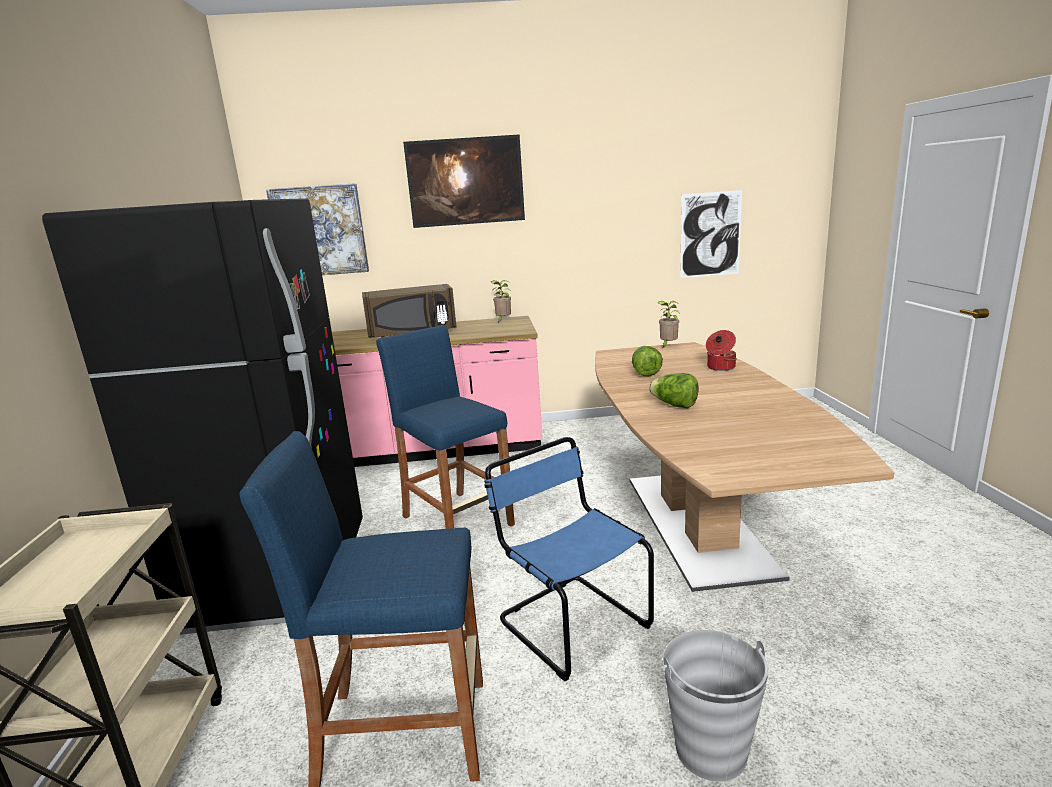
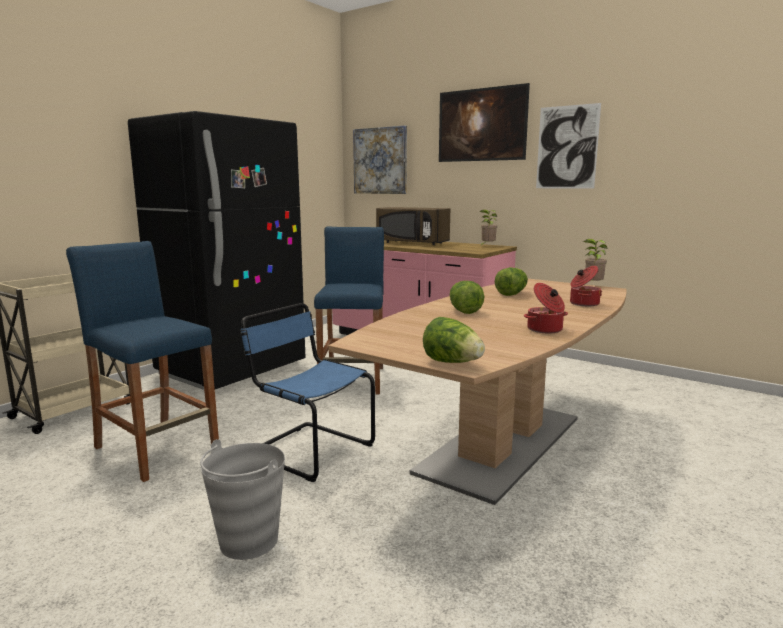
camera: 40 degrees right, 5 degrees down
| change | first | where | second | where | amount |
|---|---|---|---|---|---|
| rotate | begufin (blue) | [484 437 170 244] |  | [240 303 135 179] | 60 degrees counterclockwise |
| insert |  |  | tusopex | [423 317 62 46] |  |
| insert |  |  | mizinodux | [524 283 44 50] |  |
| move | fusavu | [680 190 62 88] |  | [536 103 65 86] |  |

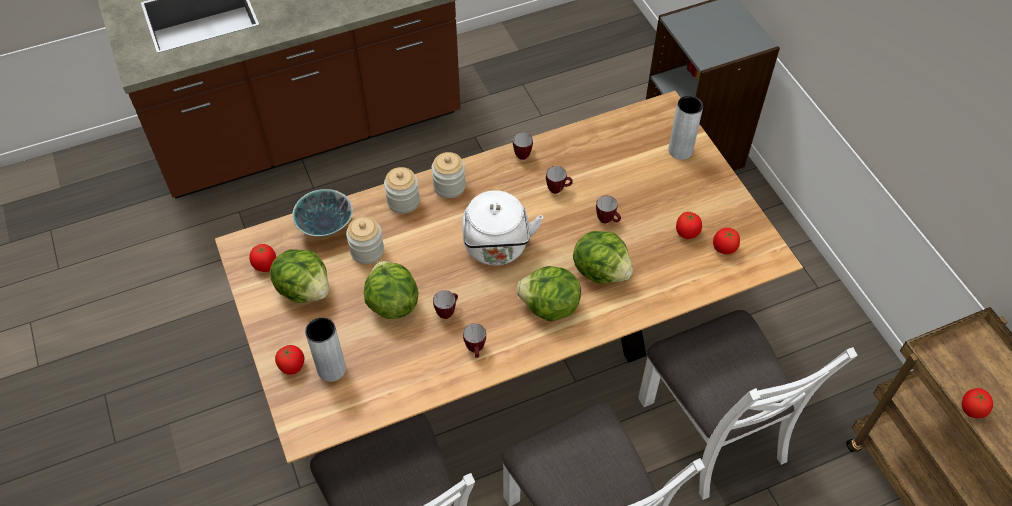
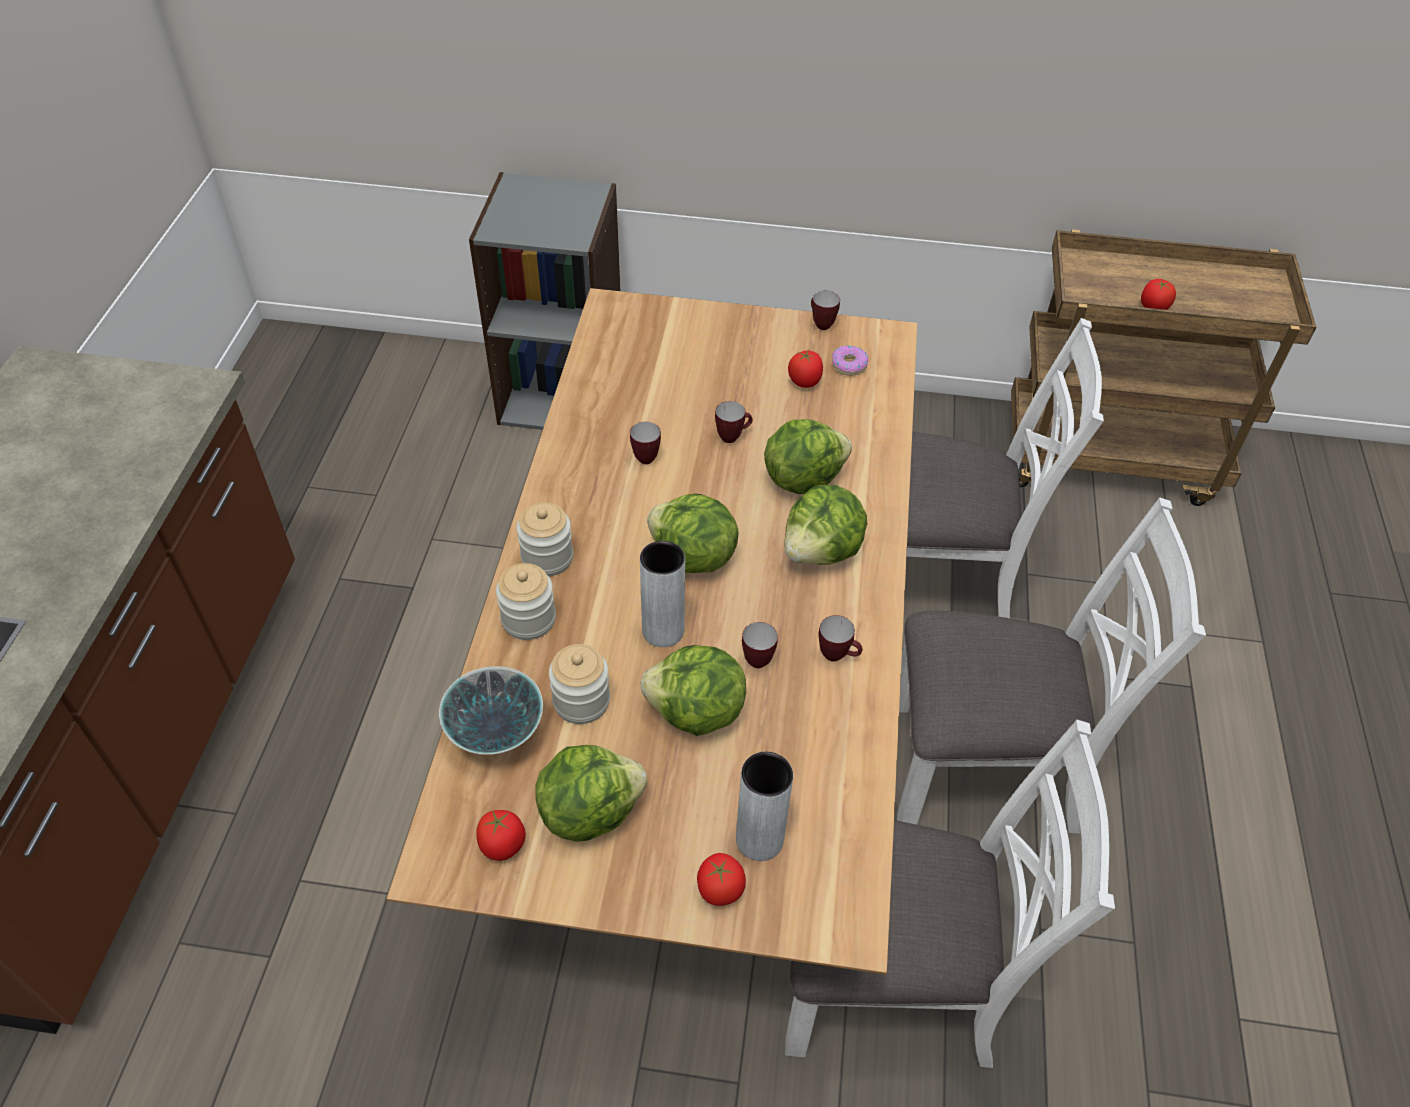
camera: 60 degrees left, 5 degrees down
| change | first | where | second | where | amount |
|---|---|---|---|---|---|
| move | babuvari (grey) | [668 96 35 64] |  | [640 541 45 106] |  |
| replace | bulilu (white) | [462 190 81 76] | tusopex | [647 493 92 80] |  |
| move | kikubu | [513 132 20 28] |  | [811 291 29 39] |  |
| replace | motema | [713 228 27 26] | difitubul | [832 346 37 30] |  |

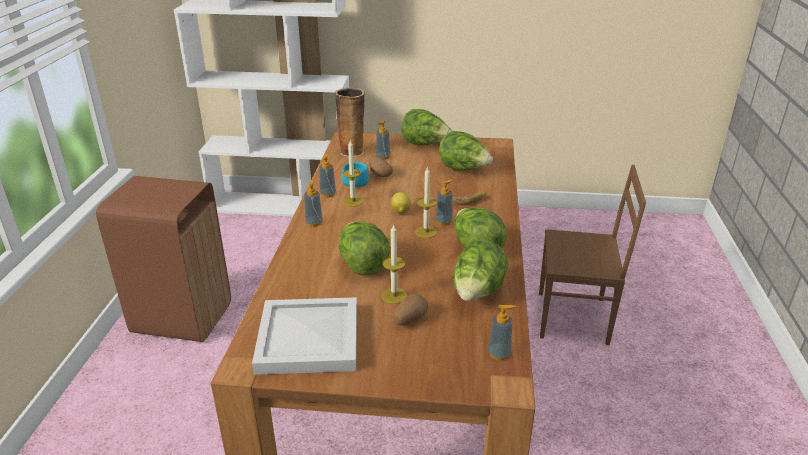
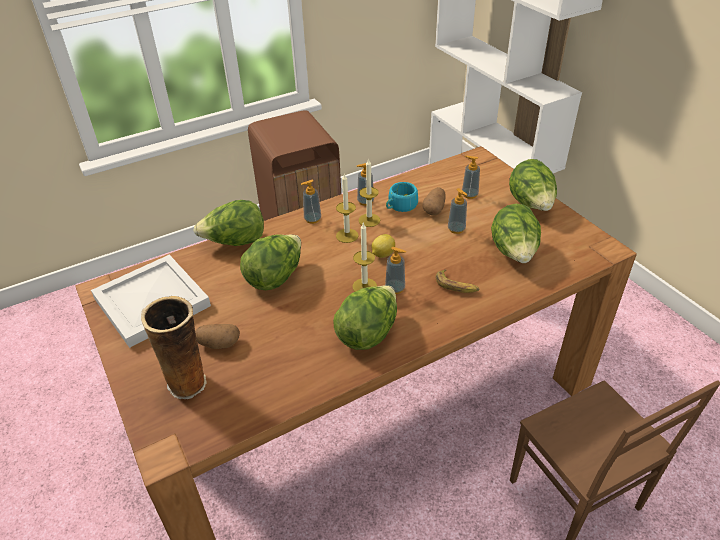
camera: 55 degrees right, 10 degrees up
| change | first | where | second | where | amount |
|---|---|---|---|---|---|
| move | babuvari | [335 88 30 69] |  | [141 296 65 103] |  |
| move | tusopex | [453 240 56 61] |  | [194 200 70 46] |  |
| move | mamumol | [381 224 26 80] |  | [336 173 23 70] |  |
| move | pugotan | [488 305 28 55] |  | [448 188 19 46] |  |

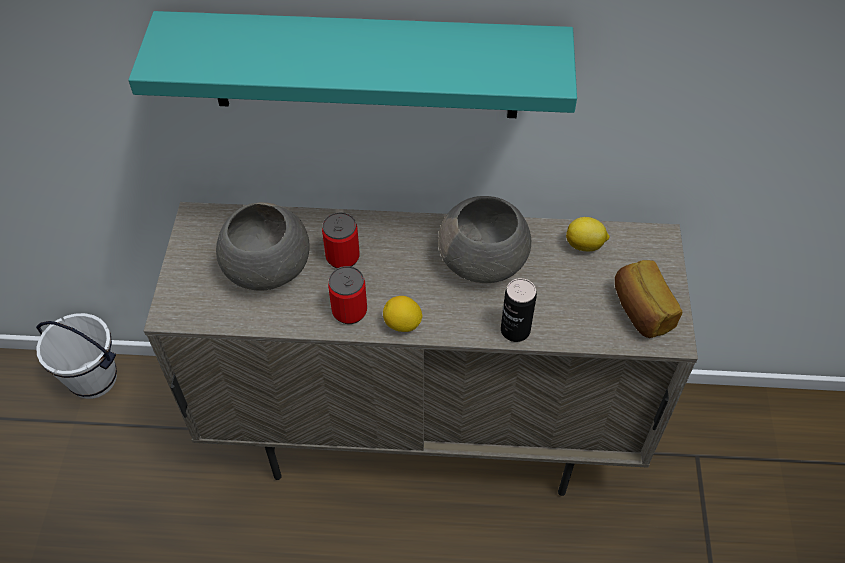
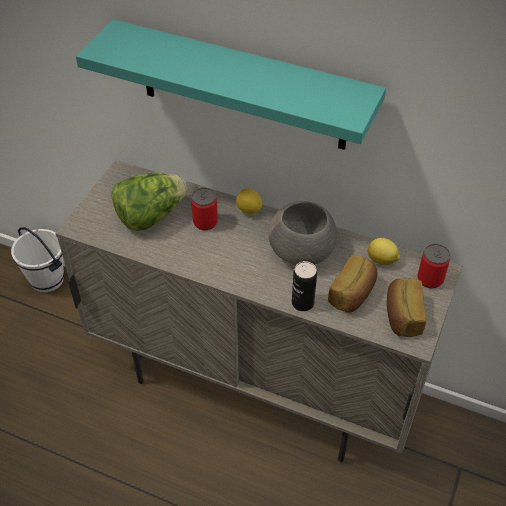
camera: 20 degrees right, 5 degrees down
| change | first | where | second | where | amount |
|---|---|---|---|---|---|
| replace | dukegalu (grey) | [216 202 94 89] | tusopex | [111 173 76 58] |  |
| move | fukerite | [383 296 39 36] |  | [236 189 26 25] |  |
| insert |  |  | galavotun | [328 255 50 58] |  |
| move | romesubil | [328 266 39 58] |  | [417 244 33 45] |  |

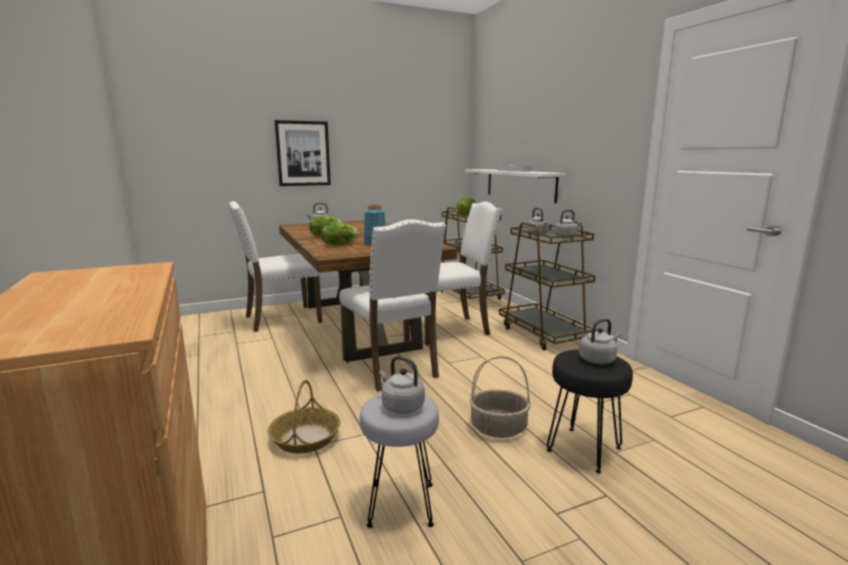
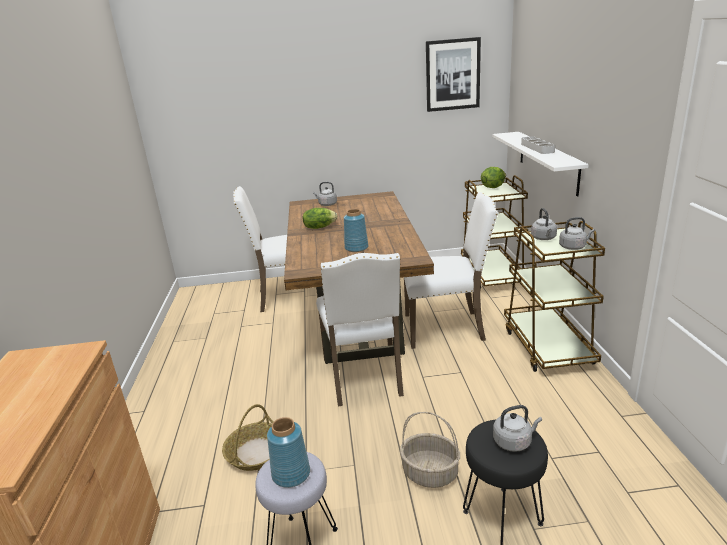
camera: 20 degrees right, 10 degrees up
| change | first | where | second | where | amount |
|---|---|---|---|---|---|
| replace | bulilu (grey) | [379 356 46 58] | babuvari (blue) | [267 417 43 71] |  |
| move | fusavu | [275 120 56 66] |  | [426 37 55 75] |  |
| delete | tusopex | [321 223 38 22] |  |  |  |

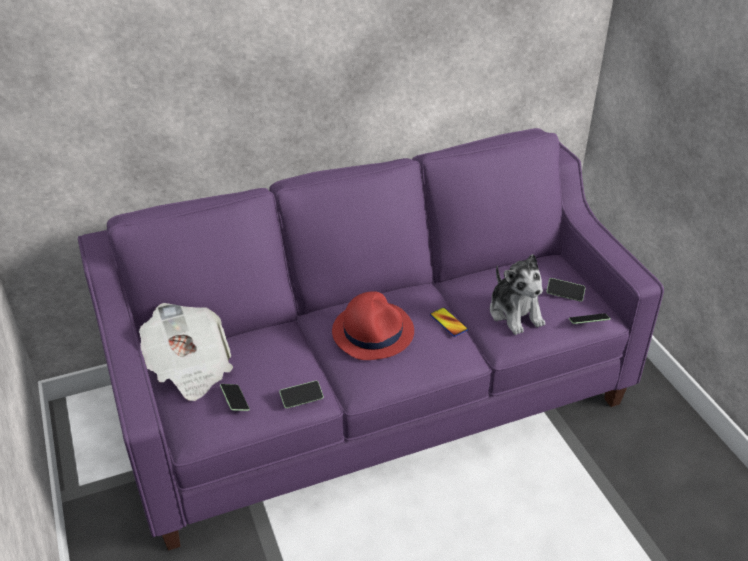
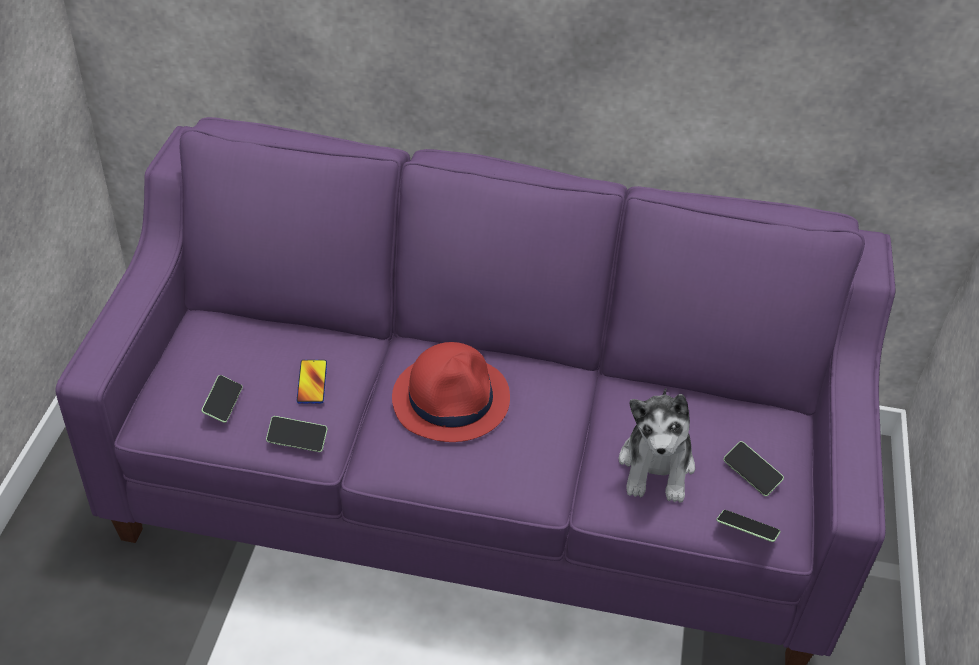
camera: 30 degrees right, 5 degrees up
| change | first | where | second | where | amount |
|---|---|---|---|---|---|
| move | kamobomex | [430 307 38 30] |  | [296 360 31 44] |  |
| delete | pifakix | [139 303 94 98] |  |  |  |

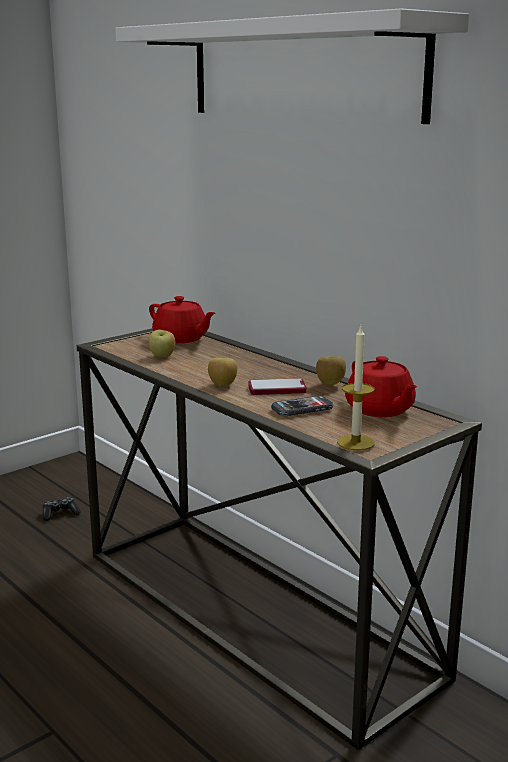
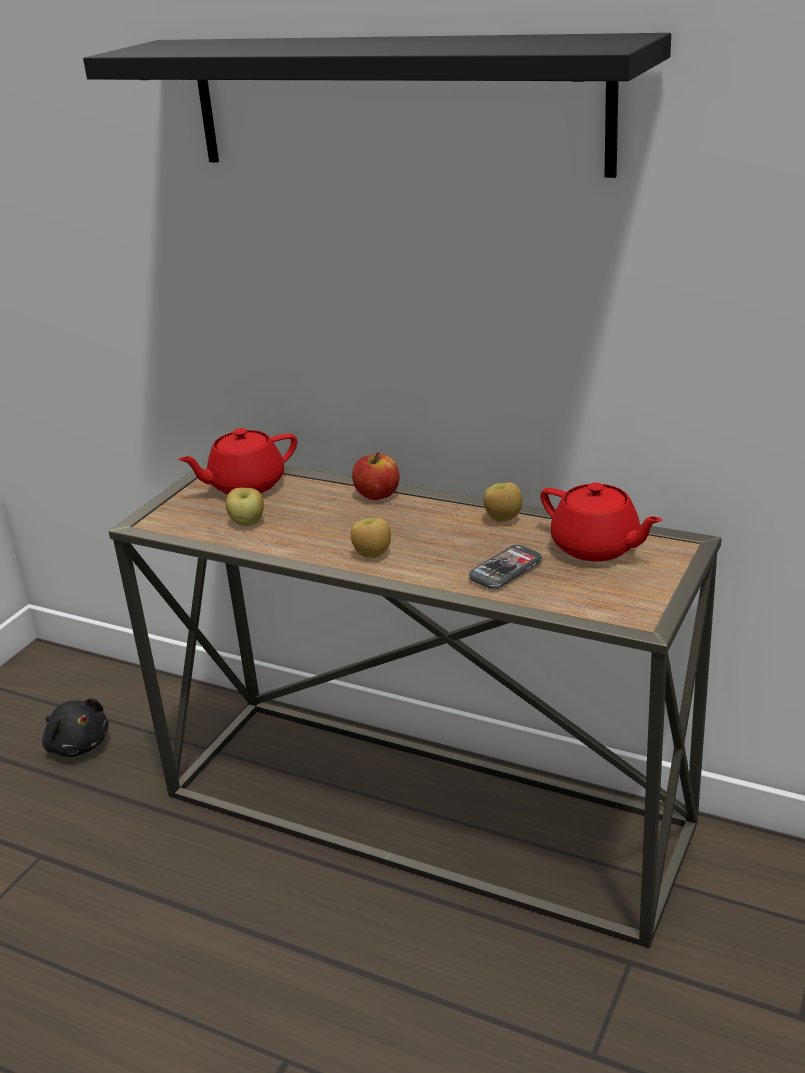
camera: 20 degrees left, 10 degrees up
| change | first | where | second | where | amount |
|---|---|---|---|---|---|
| replace | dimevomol | [43 497 38 24] | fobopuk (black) | [42 698 67 59] |  |
| recolor | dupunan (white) | [115 9 354 115] | dupunan (black) | [83 33 588 145] |  |
| rotate | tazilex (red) | [149 296 67 47] |  | [178 428 119 67] | 135 degrees clockwise |
| insert |  |  | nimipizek | [352 452 48 48] |  |
| delete | kamobomex | [249 378 58 17] |  |  |  |
| delete | mamumol | [337 324 38 126] |  |  |  |

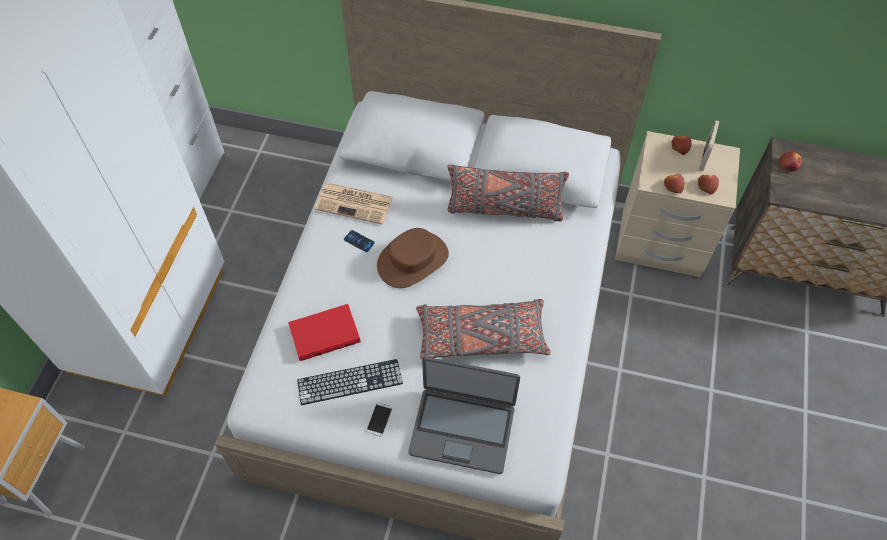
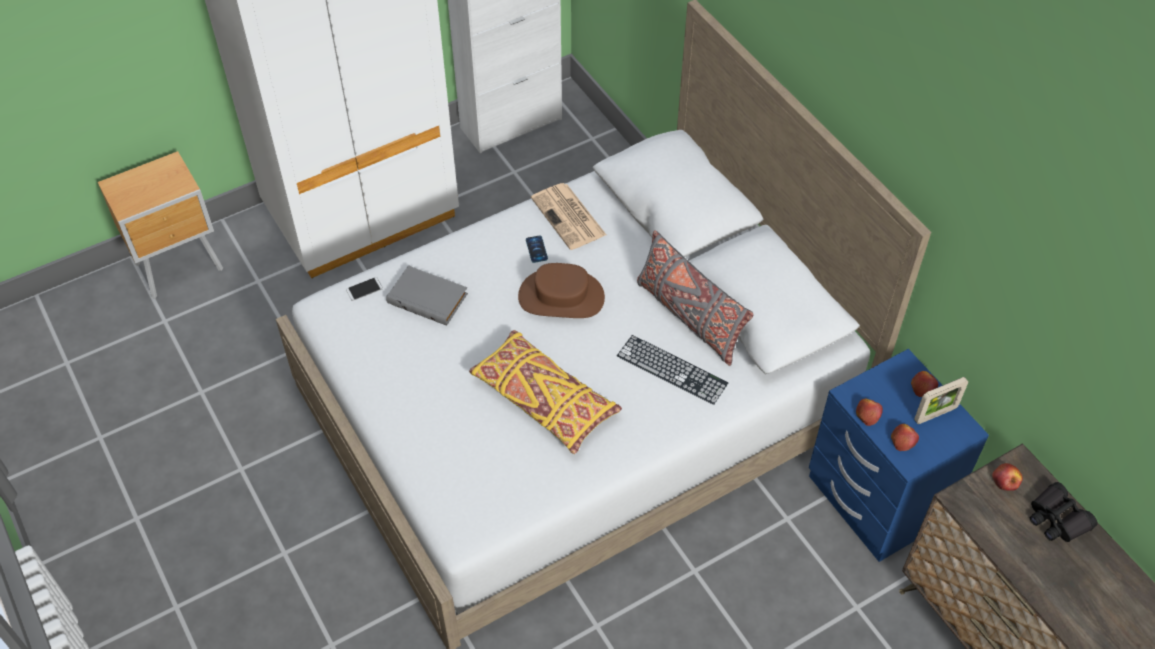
camera: 45 degrees right, 5 degrees down
| change | first | where | second | where | amount |
|---|---|---|---|---|---|
| move | kamobomex | [366 402 26 35] |  | [346 277 37 24] |  |
| recolor | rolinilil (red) | [288 304 73 57] | rolinilil (grey) | [386 265 82 61] |  |
| recolor | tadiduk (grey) | [416 299 135 60] | tadiduk (yellow) | [469 330 153 124] |  |
| move | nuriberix | [297 359 106 46] |  | [617 335 111 70] |  |
| recolor | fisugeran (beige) | [615 131 125 146] | fisugeran (blue) | [809 349 180 213] |  |
| insert |  |  | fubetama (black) | [1030 482 68 60] |  |
| delete | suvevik | [408 357 112 117] |  |  |  |

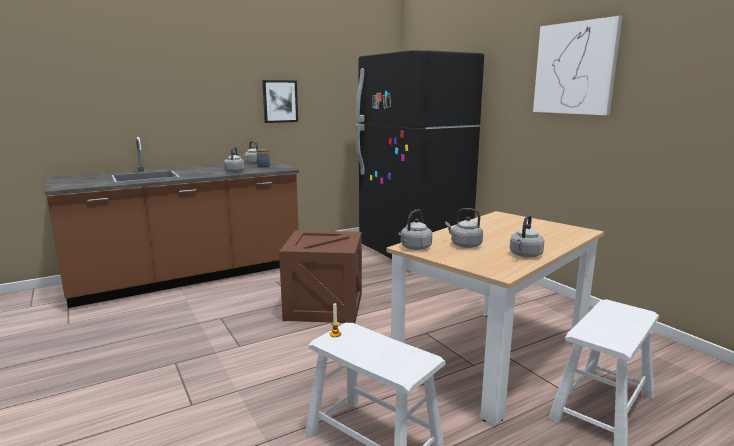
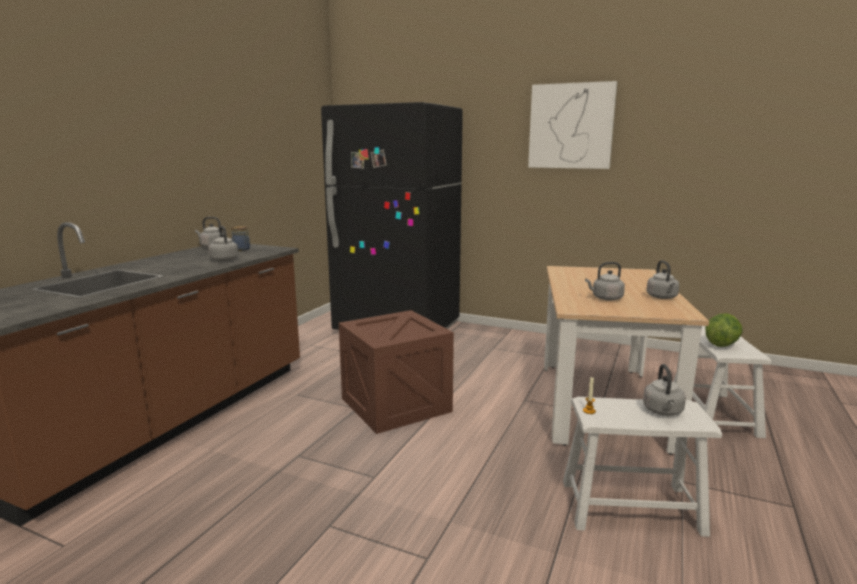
camera: 35 degrees left, 0 degrees up
| change | first | where | second | where | amount |
|---|---|---|---|---|---|
| move | bulilu (grey) | [398 209 34 41] |  | [643 364 43 52] |  |
| insert |  |  | tusopex | [705 313 38 34] |  |
| delete | fusavu | [262 80 36 43] |  |  |  |

